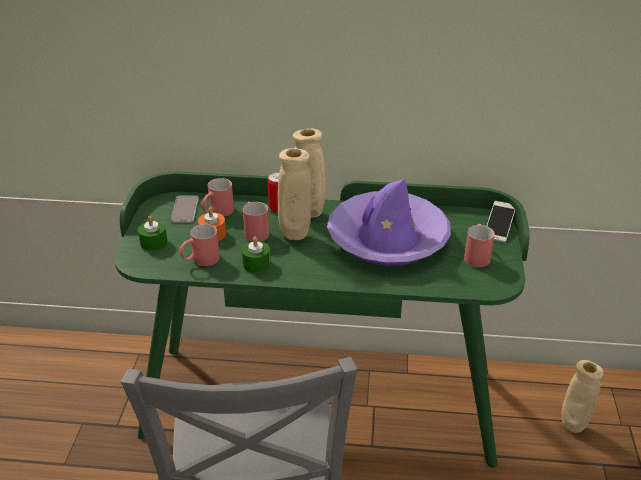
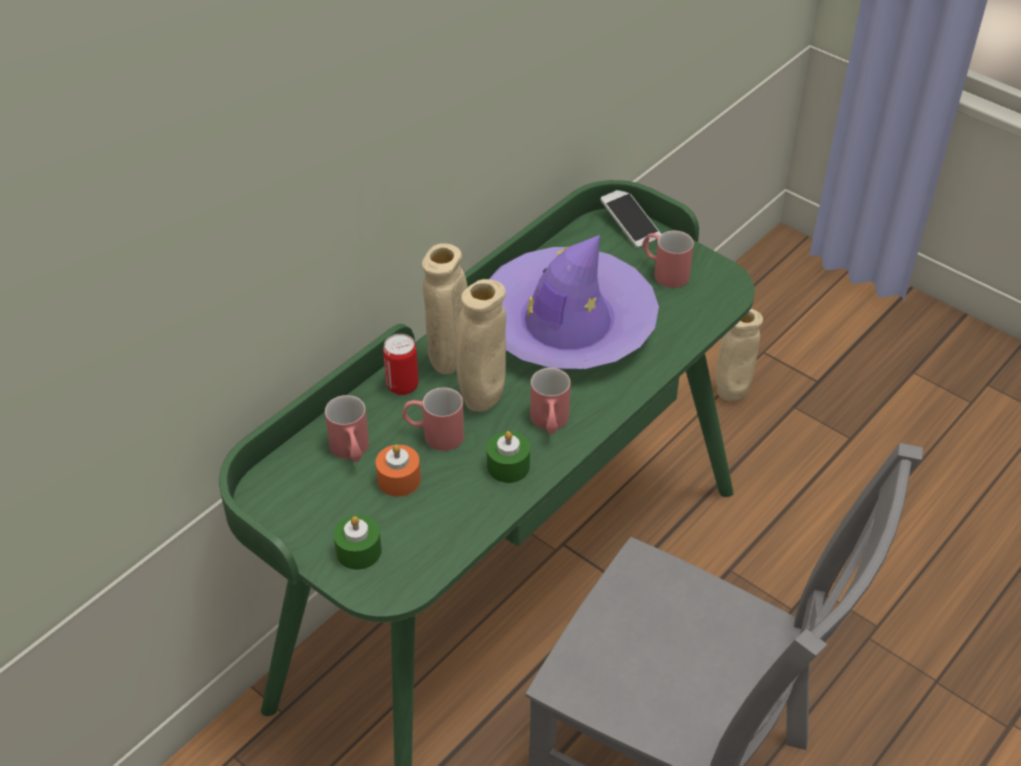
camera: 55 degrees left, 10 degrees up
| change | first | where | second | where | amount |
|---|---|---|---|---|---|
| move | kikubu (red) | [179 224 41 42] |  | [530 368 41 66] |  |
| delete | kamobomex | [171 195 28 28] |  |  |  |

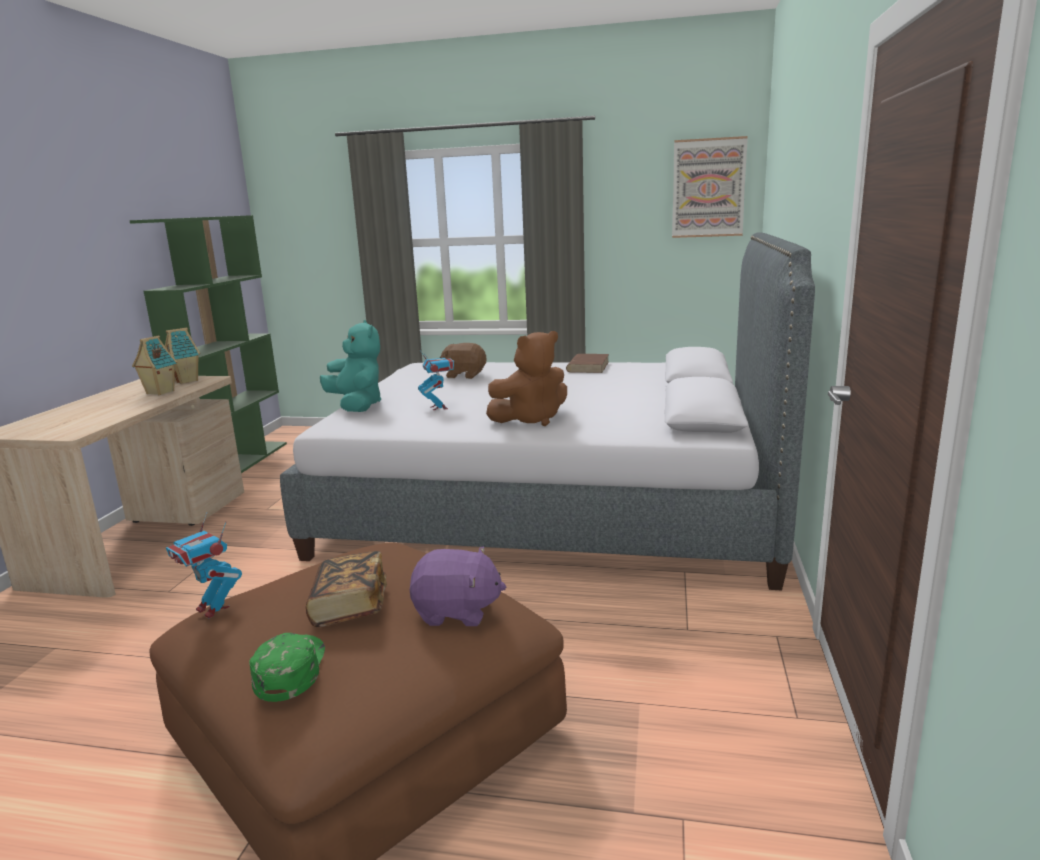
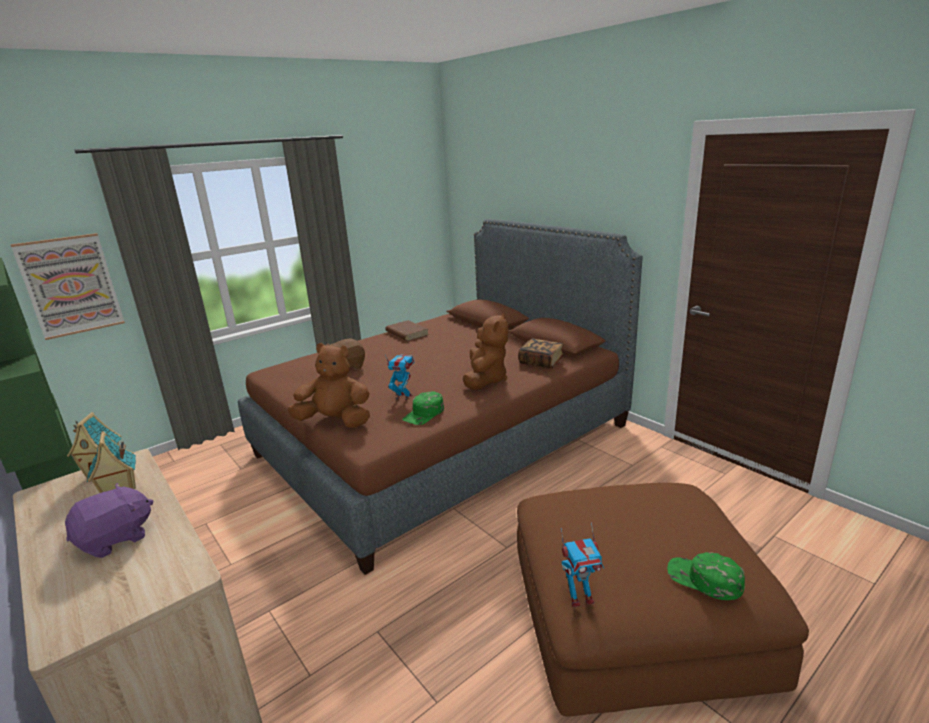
camera: 50 degrees left, 5 degrees up
| change | first | where | second | where | amount |
|---|---|---|---|---|---|
| move | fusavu | [672 136 76 102] |  | [11 233 114 107] |  |
| move | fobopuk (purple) | [410 546 96 80] |  | [65 483 88 75] |  |
| recolor | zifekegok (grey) | [280 232 535 359] | zifekegok (brown) | [238 219 404 356] |  |
| recolor | fobopuk (turquoise) | [320 320 61 92] | fobopuk (brown) | [288 343 82 85] |  |
| insert |  |  | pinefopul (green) | [402 391 42 34] |  |
| move | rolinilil | [306 551 81 76] |  | [518 338 46 31] |  |

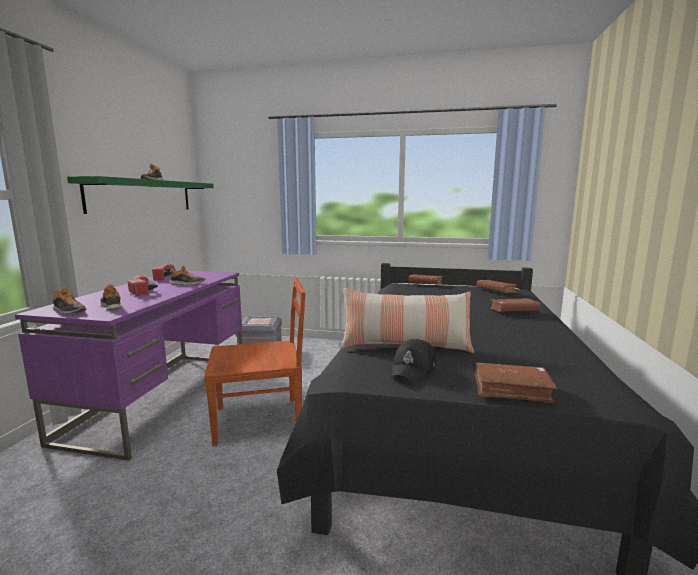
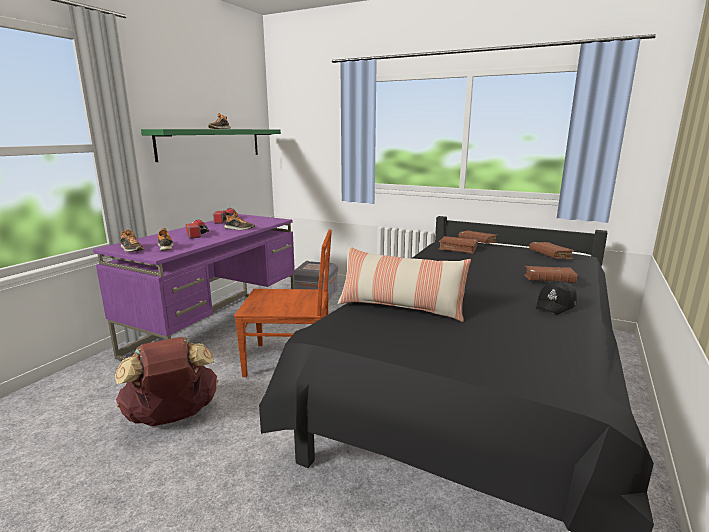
camera: 15 degrees right, 5 degrees up
| change | first | where | second | where | amount |
|---|---|---|---|---|---|
| insert |  |  | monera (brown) | [115 337 103 89] |  |
| move | rolinilil (brown) | [475 362 82 41] |  | [438 236 40 18] |  |
| move | pinefopul (black) | [392 339 44 43] |  | [536 281 41 34] |  |

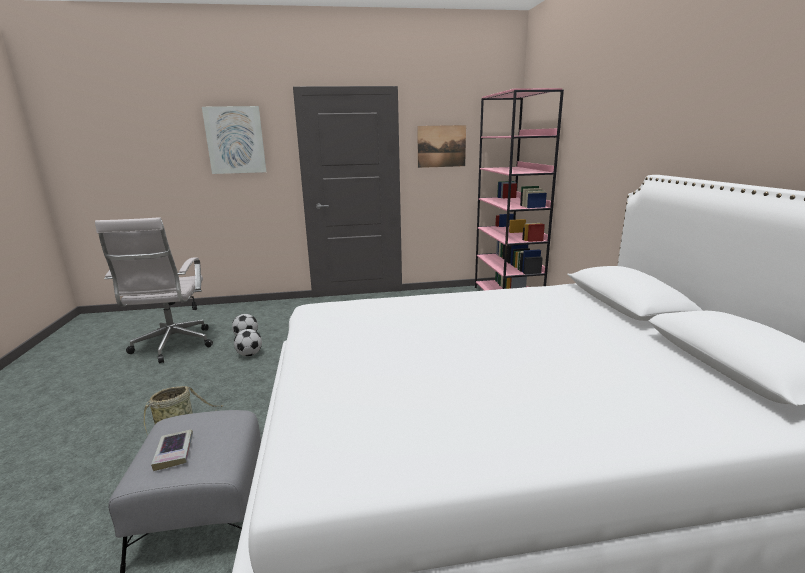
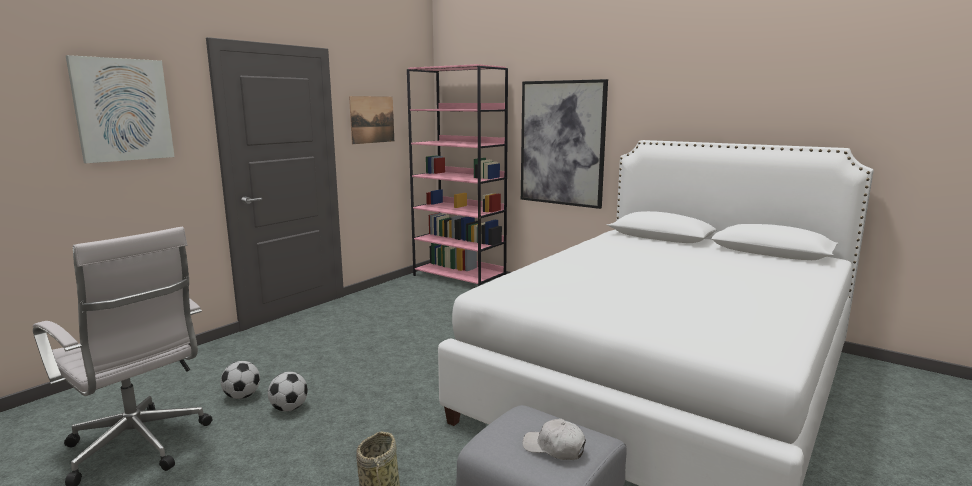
camera: 45 degrees left, 5 degrees down
| change | first | where | second | where | amount |
|---|---|---|---|---|---|
| insert |  |  | fusavu | [521 79 87 130] |  |
| replace | rolinilil | [151 429 42 42] | pinefopul (white) | [523 419 63 41] |  |

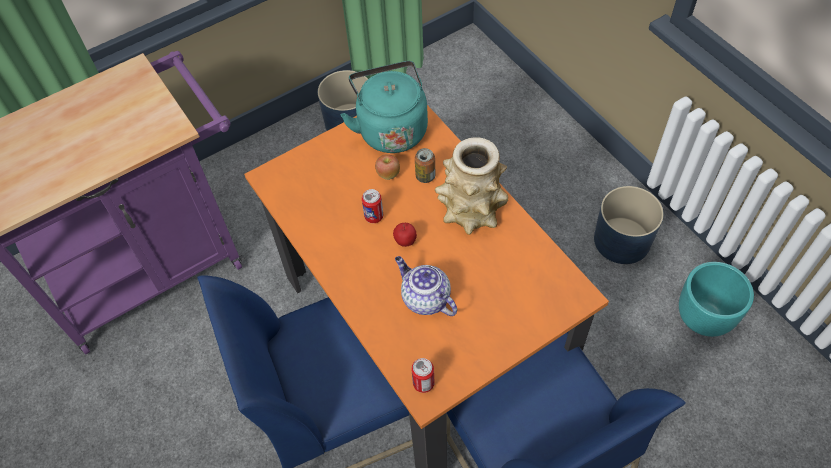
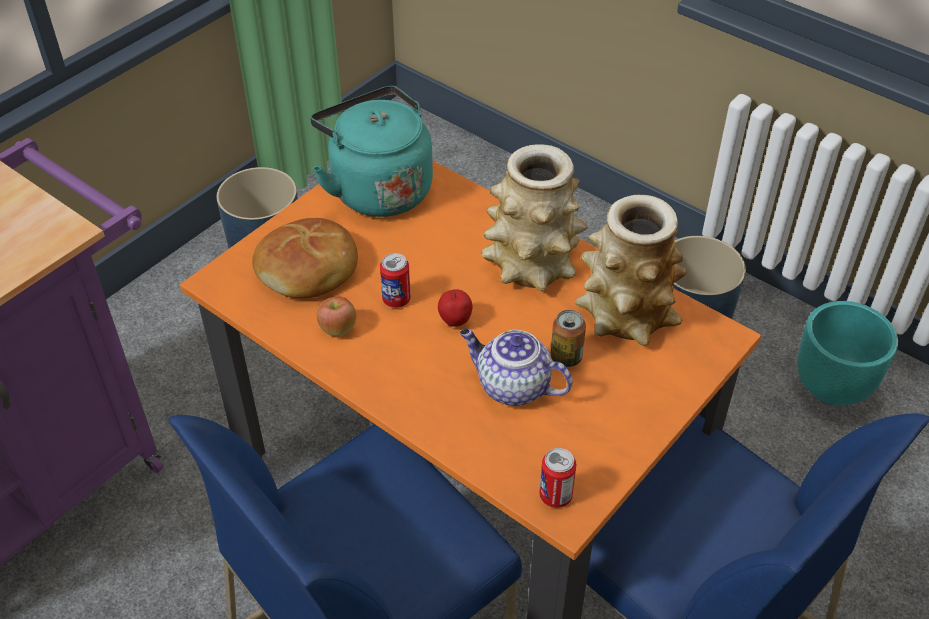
camera: 20 degrees left, 10 degrees down
| change | first | where | second | where | amount |
|---|---|---|---|---|---|
| insert |  |  | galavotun | [252 218 106 80] |  |
| move | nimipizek | [375 154 25 26] |  | [316 297 40 39] |  |
| move | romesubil | [415 148 21 35] |  | [551 310 35 57] |  |
| insert |  |  | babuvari | [575 195 112 151] |  |

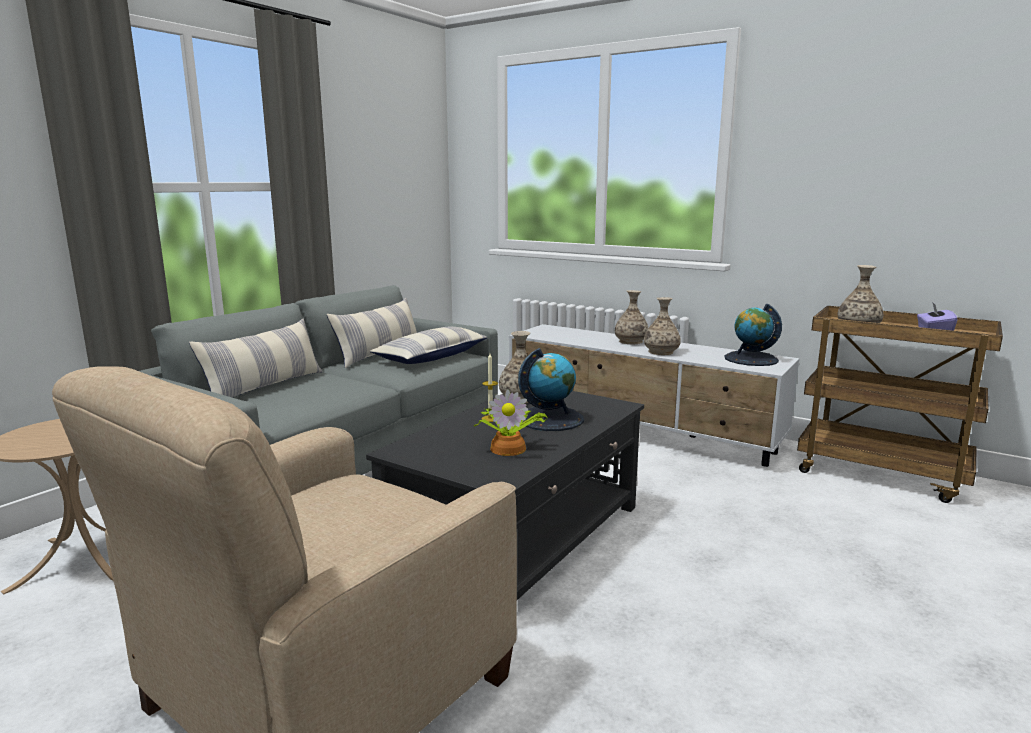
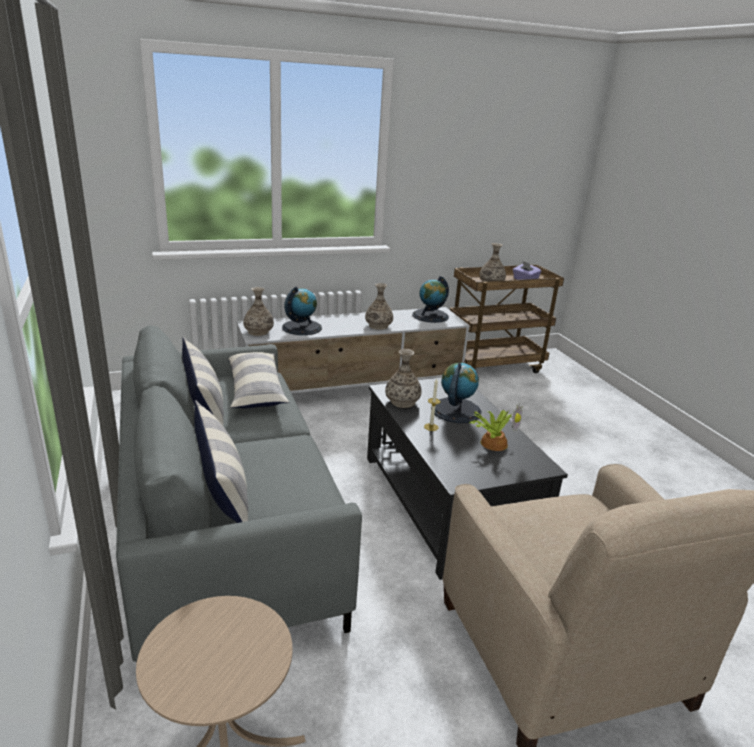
camera: 55 degrees left, 10 degrees up
| change | first | where | second | where | amount |
|---|---|---|---|---|---|
| move | babuvari | [615 290 33 54] |  | [243 287 31 49] |  |
| insert |  |  | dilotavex | [282 287 40 48] |  |

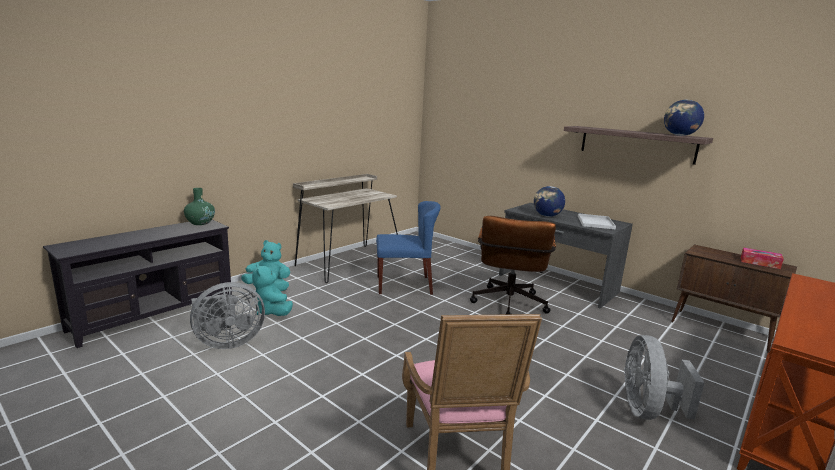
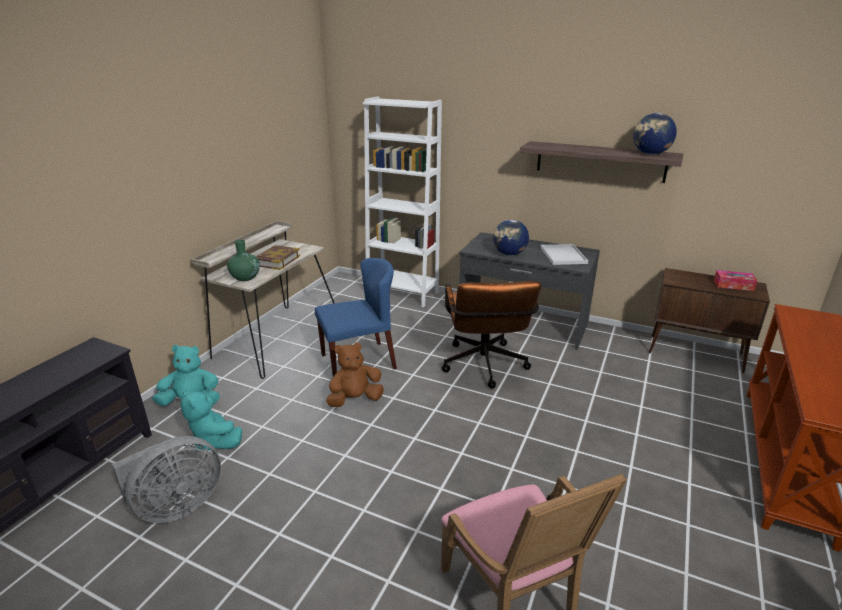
camera: 15 degrees left, 10 degrees up
| change | first | where | second | where | amount |
|---|---|---|---|---|---|
| move | babuvari (green) | [184 188 31 37] |  | [227 240 33 41] |  |
| insert |  |  | rolinilil | [256 245 44 25] |  |
| insert |  |  | fobopuk (brown) | [326 342 58 65] |  |
| insert |  |  | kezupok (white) | [363 96 79 211] |  |
| delete | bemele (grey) | [624 335 81 85] |  |  |  |

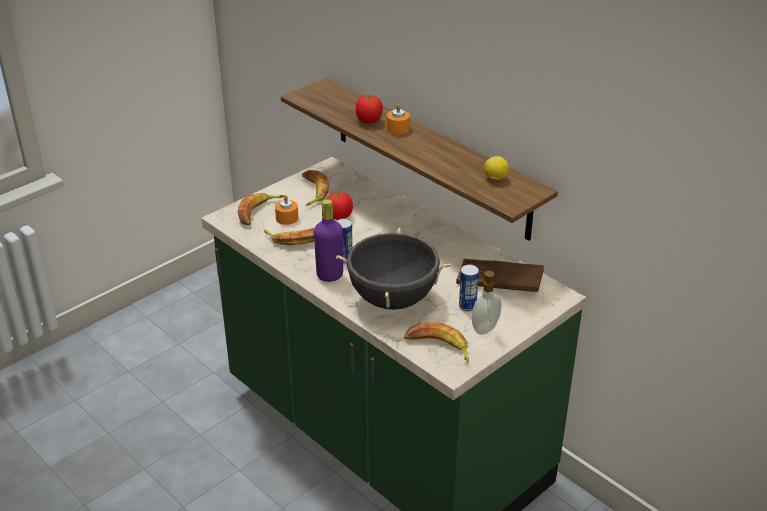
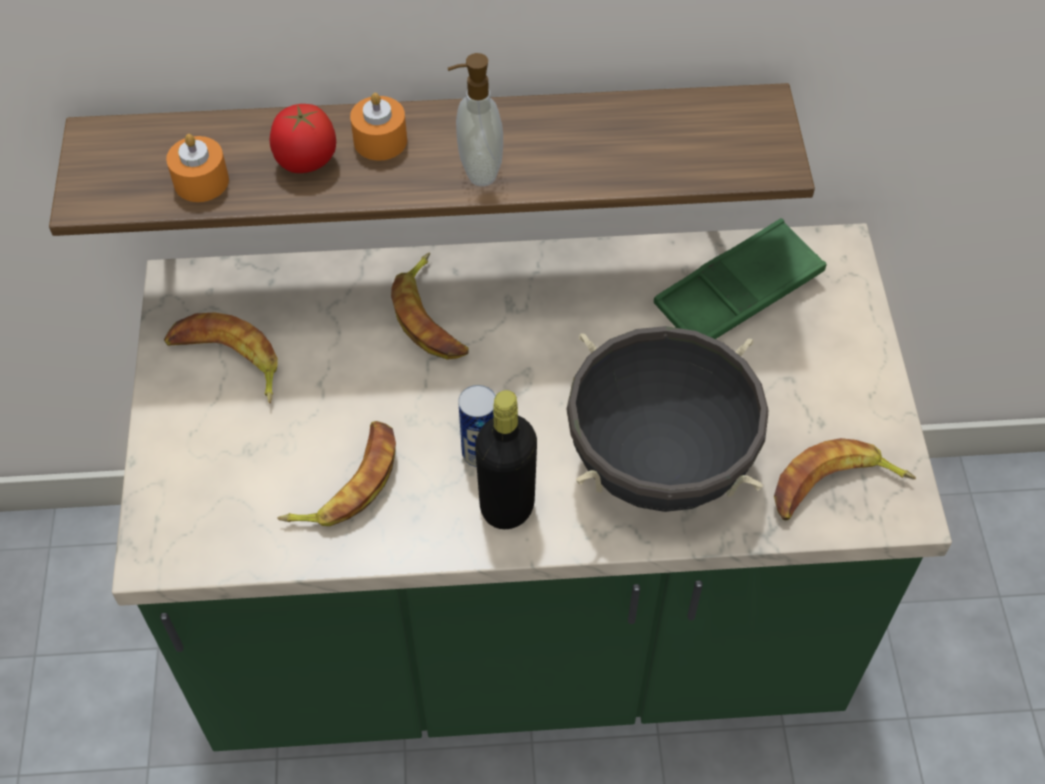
camera: 50 degrees left, 20 degrees up
| change | first | where | second | where | amount |
|---|---|---|---|---|---|
| move | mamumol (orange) | [275 195 23 30] |  | [166 134 63 68] |  |
| move | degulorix | [238 193 47 32] |  | [391 252 78 108] |  |
| move | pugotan | [472 271 30 64] |  | [448 53 55 133] |  |
| recolor | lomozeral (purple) | [314 199 29 83] | lomozeral (black) | [475 390 62 139] |  |
| recolor | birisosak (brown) | [456 259 88 33] | birisosak (green) | [653 218 174 121] |  |
| delete | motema | [327 190 26 30] |  |  |  |
| delete | romesubil | [459 264 20 47] |  |  |  |
| delete | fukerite | [484 156 25 24] |  |  |  |

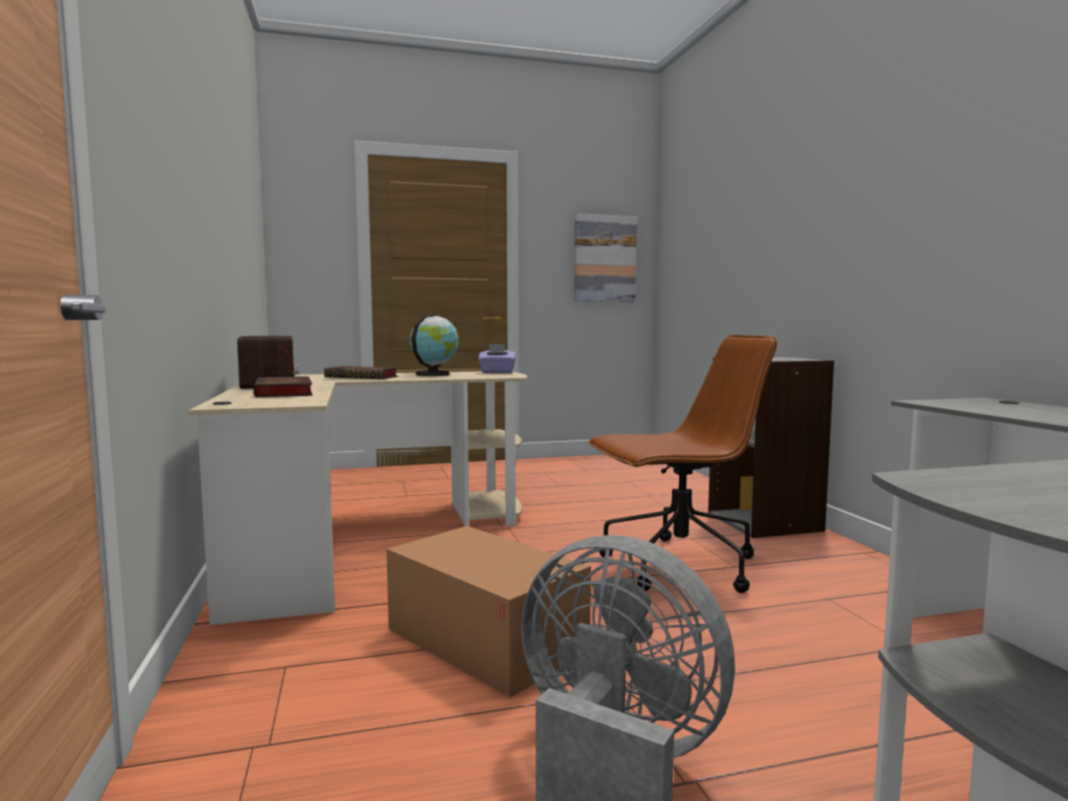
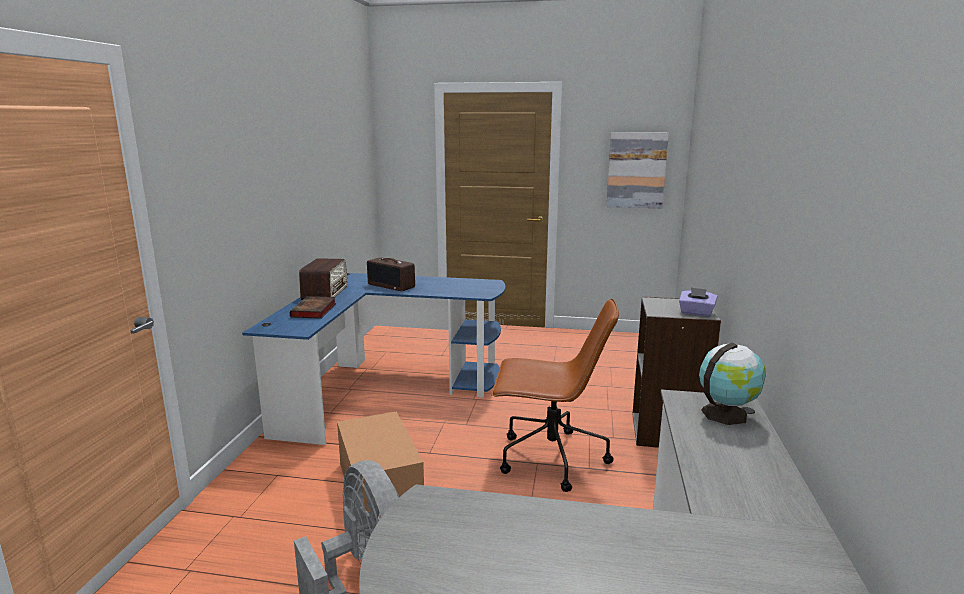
camera: 25 degrees right, 10 degrees up
| change | first | where | second | where | amount |
|---|---|---|---|---|---|
| recolor | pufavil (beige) | [189 371 338 254] | pufavil (blue) | [242 273 263 172] |  |
| replace | rolinilil | [324 366 74 13] | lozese | [367 257 48 34] |  |
| move | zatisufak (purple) | [478 344 38 29] |  | [679 287 38 29] |  |
| move | dilotavex | [410 314 49 62] |  | [699 343 67 82] |  |

